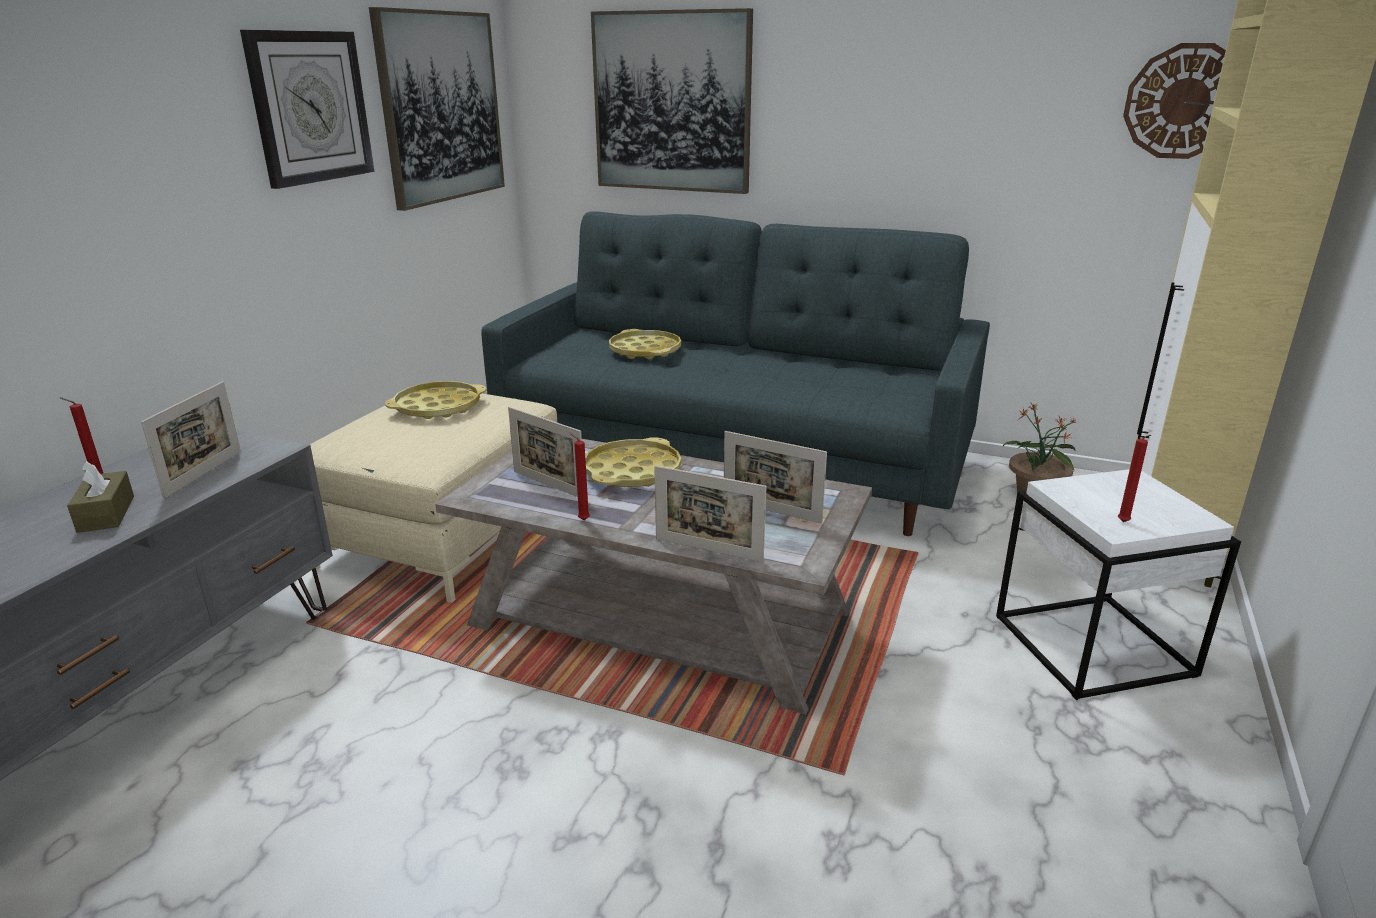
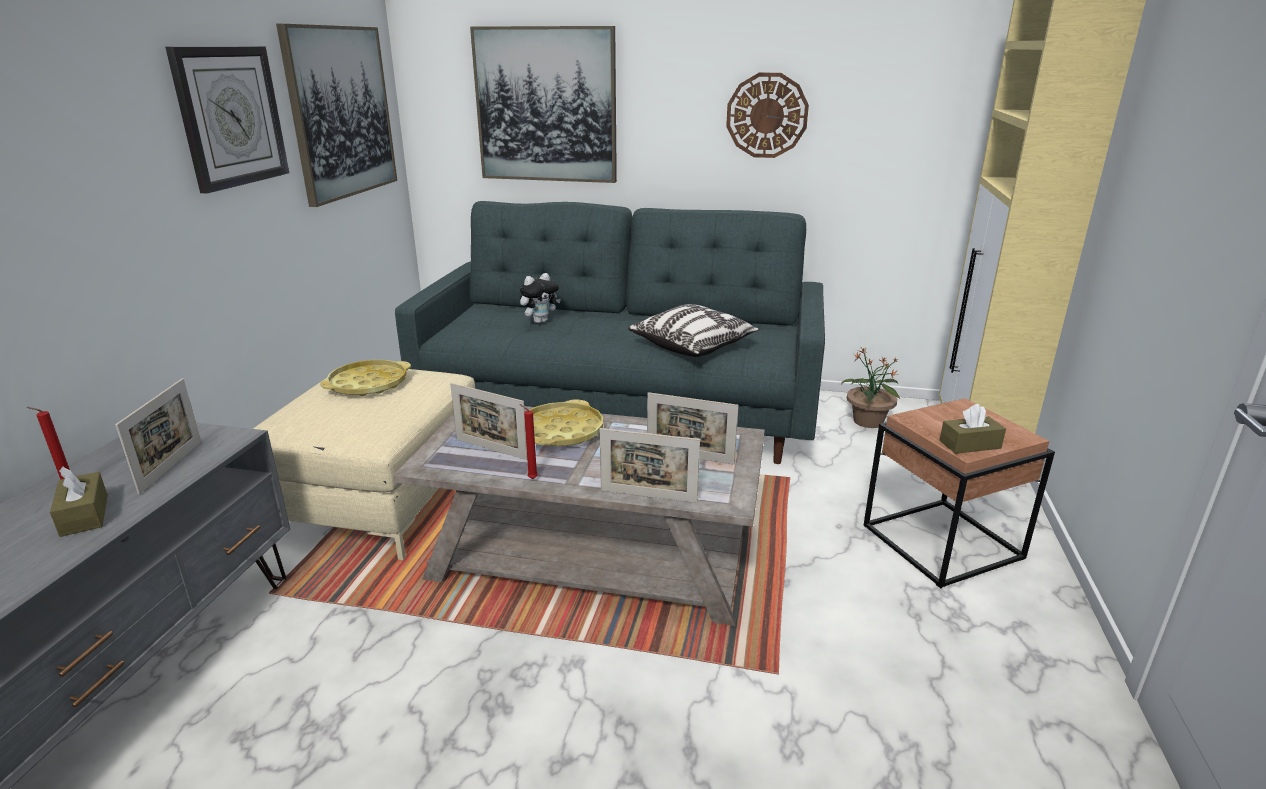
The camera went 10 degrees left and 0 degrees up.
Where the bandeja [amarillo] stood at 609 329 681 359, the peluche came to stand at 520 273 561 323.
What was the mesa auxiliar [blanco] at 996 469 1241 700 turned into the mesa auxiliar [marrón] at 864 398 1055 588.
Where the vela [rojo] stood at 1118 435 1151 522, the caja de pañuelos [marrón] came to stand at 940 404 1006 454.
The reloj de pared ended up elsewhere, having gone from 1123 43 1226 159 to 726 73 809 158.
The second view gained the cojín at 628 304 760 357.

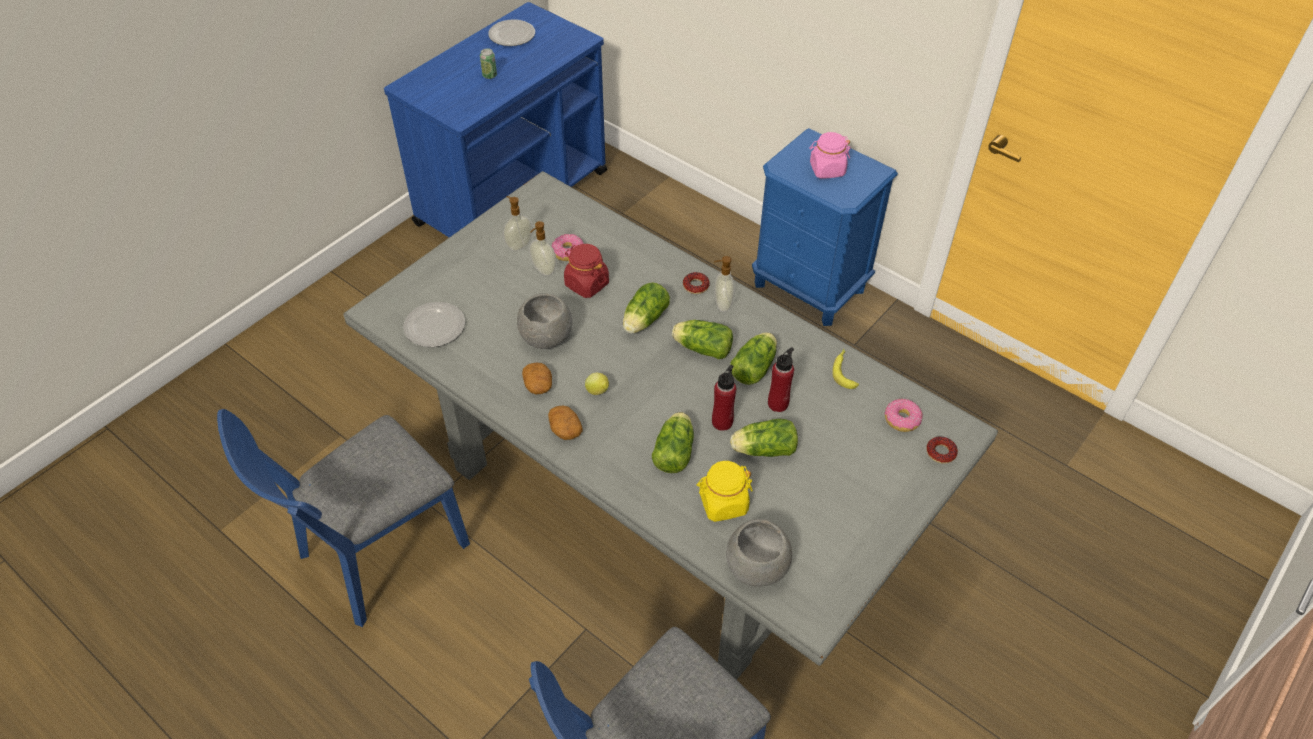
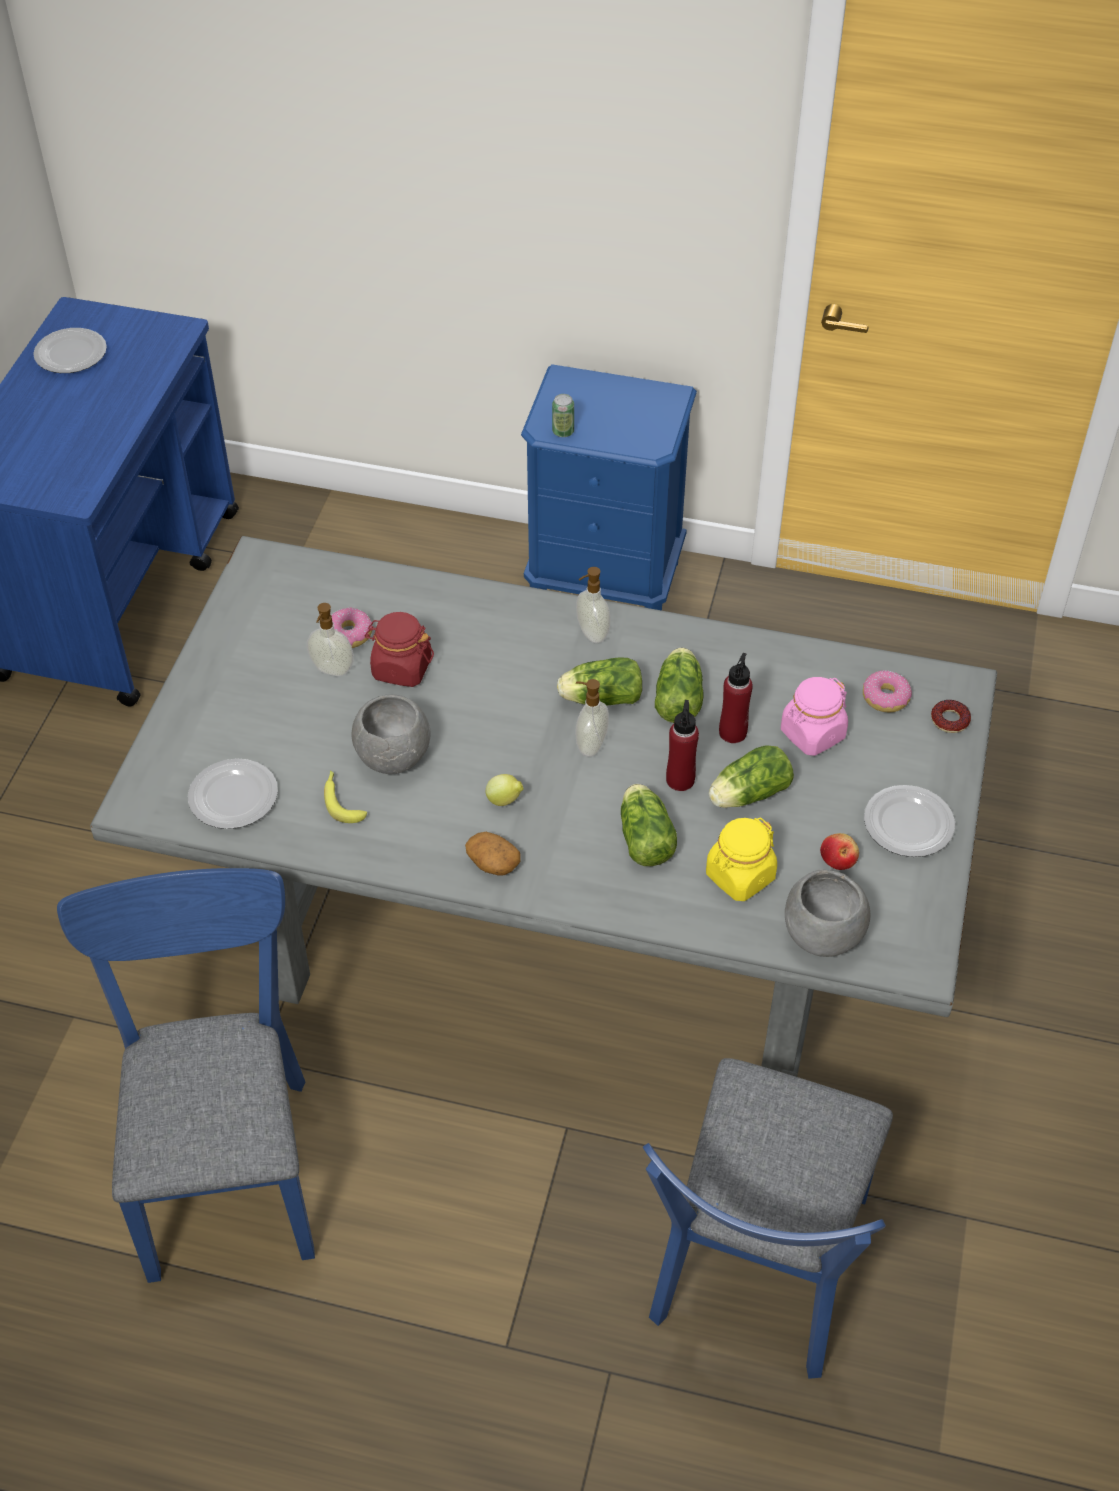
The camera went 25 degrees left and 0 degrees up.
The silla [azul] at 217 409 470 627 ended up facing another way, 150 degrees clockwise from before.
The lata ended up elsewhere, having gone from 480 48 497 79 to 552 394 574 437.
The dispensador de jabón ended up elsewhere, having gone from 503 196 533 251 to 576 679 609 757.
The second view lost the patata at 522 363 552 394.
The second view lost the lechuga at 623 283 670 333.
The second view lost the rosquilla at 683 272 710 294.
The tarro [rosa] ended up elsewhere, having gone from 809 132 851 179 to 781 677 848 756.
The plátano ended up elsewhere, having gone from 832 349 859 389 to 324 770 367 823.
The second view gained the manzana at 820 833 859 870.
The second view gained the plato at 864 785 955 857.

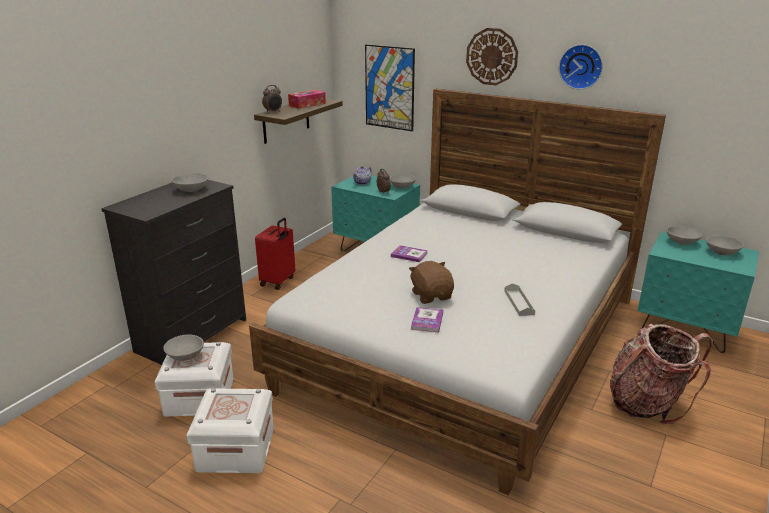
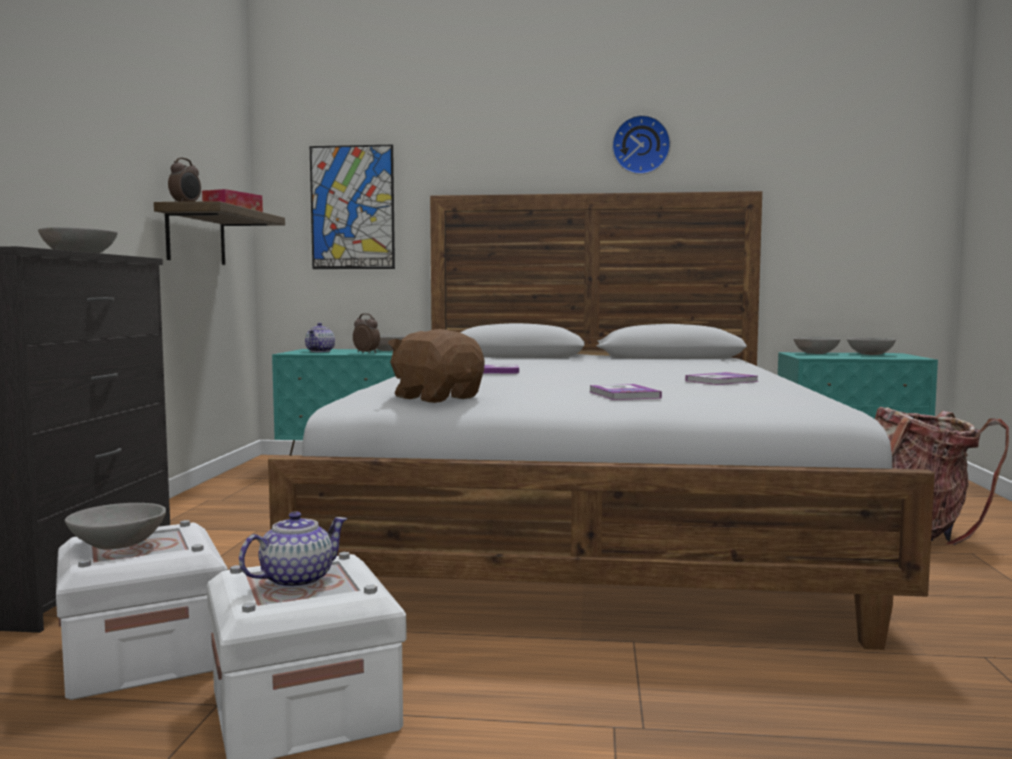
The camera went 25 degrees left and 20 degrees down.
The second view lost the maleta [rojo] at 255 218 295 290.
The peluche [marrón] ended up elsewhere, having gone from 409 261 454 304 to 388 329 485 403.
The second view lost the reloj de pared at 466 28 518 85.
Where the bandeja [gris] stood at 504 283 535 316, the libro came to stand at 685 372 758 385.
The second view gained the tetera at 239 511 347 589.

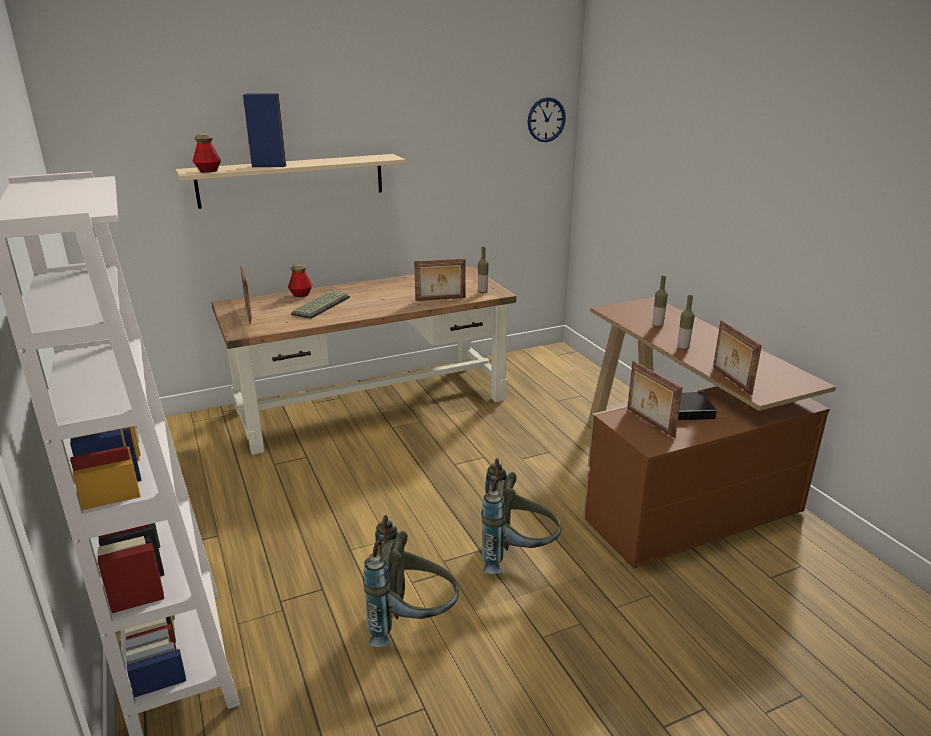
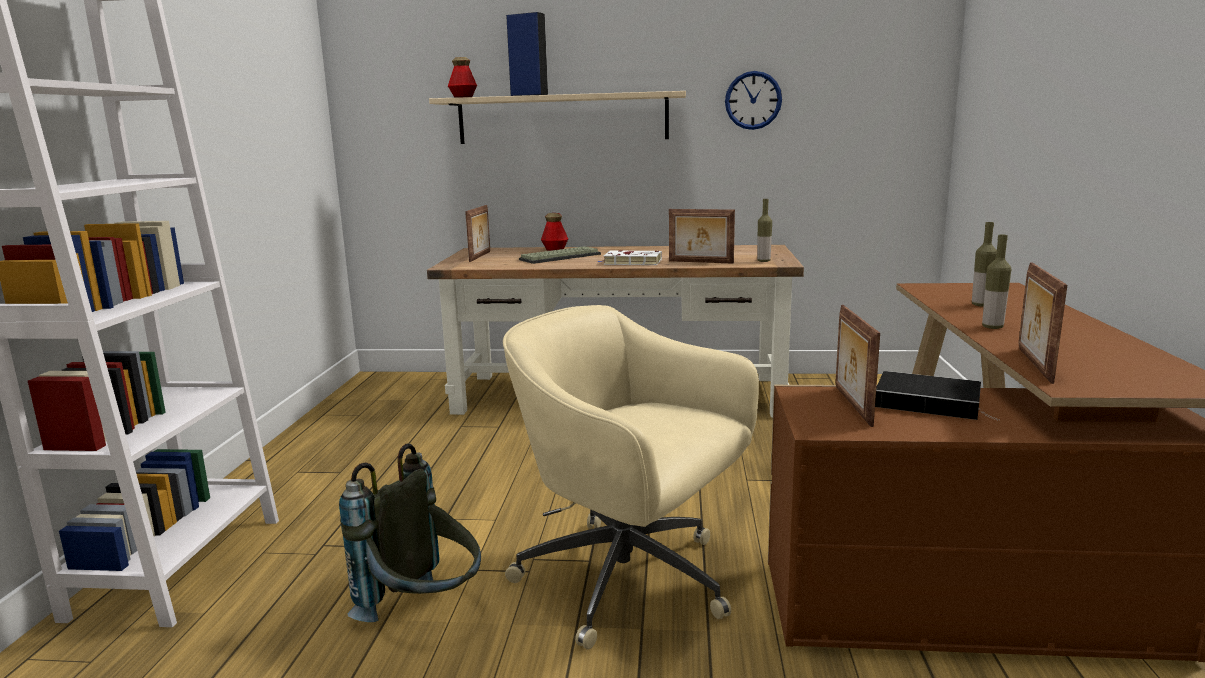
The camera went 30 degrees right and 10 degrees down.
Where the mochila [gris] stood at 482 458 561 574, the silla de oficina [beis] came to stand at 503 305 759 650.
The reloj de pared ended up elsewhere, having gone from 528 97 566 142 to 725 71 782 130.
The second view gained the libro [blanco] at 598 250 662 265.

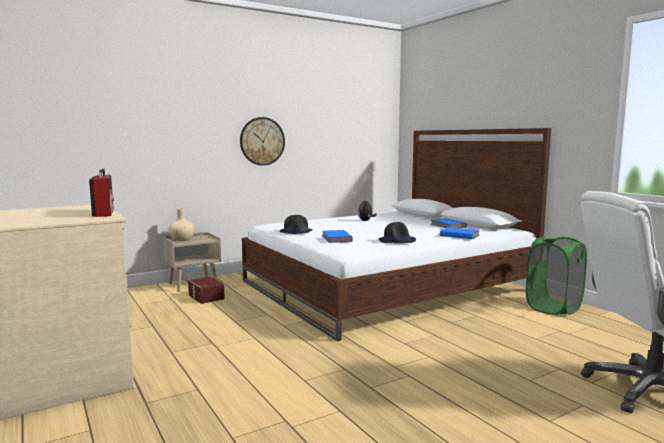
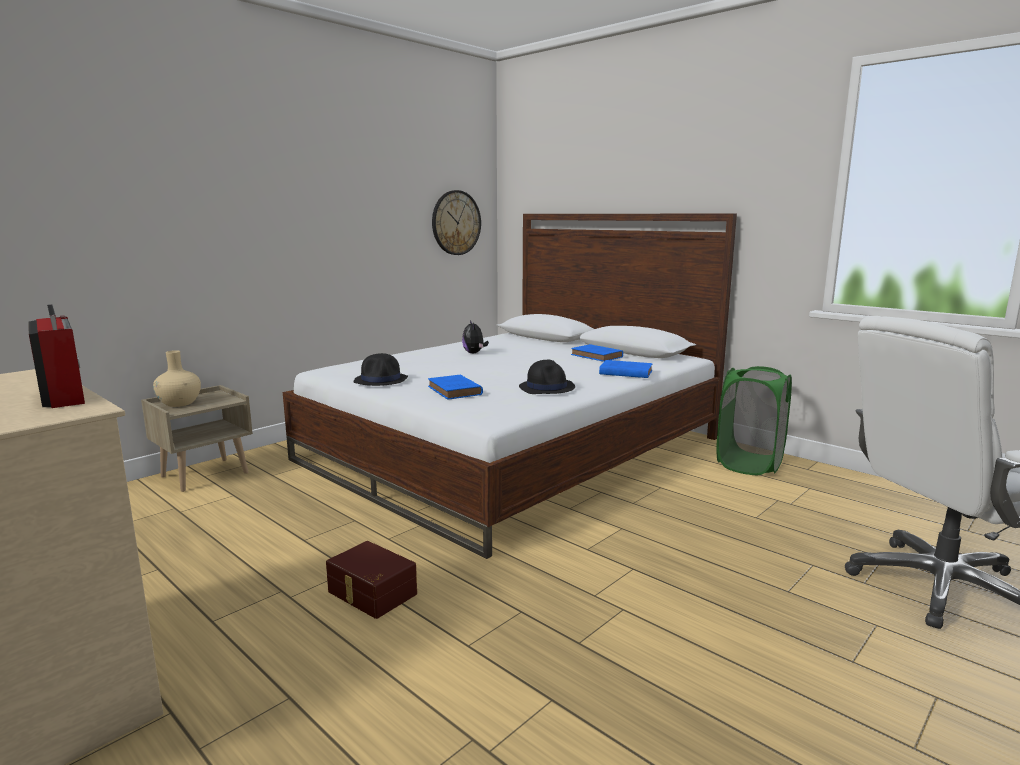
The camera went 15 degrees left and 5 degrees up.
The caja de almacenaje [marrón] ended up elsewhere, having gone from 188 276 225 304 to 326 541 417 619.
The reloj de pared ended up elsewhere, having gone from 240 117 285 166 to 432 190 481 255.

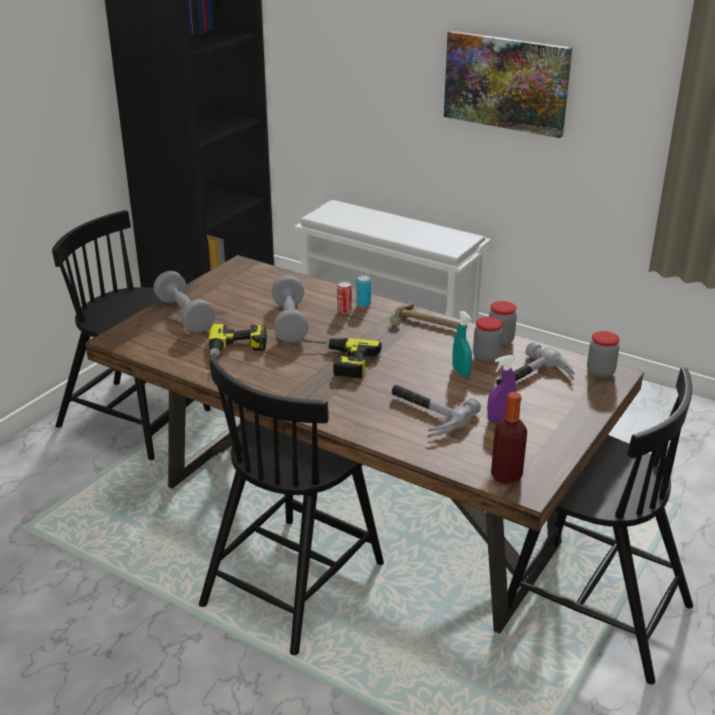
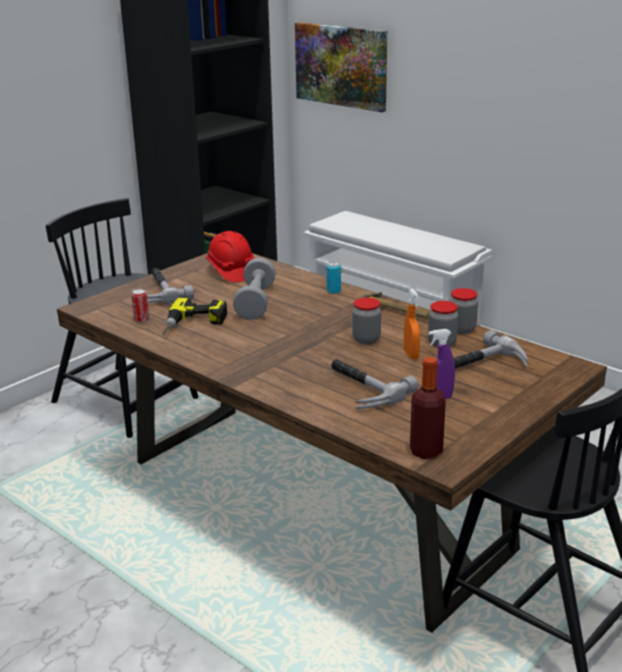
The camera went 10 degrees right and 5 degrees down.
Where the mancuerna [gris] stood at 153 271 215 333, the martillo came to stand at 147 268 194 304.
The second view lost the silla [negro] at 199 359 384 655.
The second view lost the taladro at 302 338 382 378.
The lata ended up elsewhere, having gone from 337 281 352 314 to 131 289 149 323.
The cuadro ended up elsewhere, having gone from 444 31 573 138 to 295 22 387 112.
What was the pulverizador [turquesa] at 452 310 472 377 turned into the pulverizador [naranja] at 404 289 420 359.
The tarro ended up elsewhere, having gone from 587 331 620 378 to 352 298 381 344.
The second view gained the casco [rojo] at 206 231 254 282.

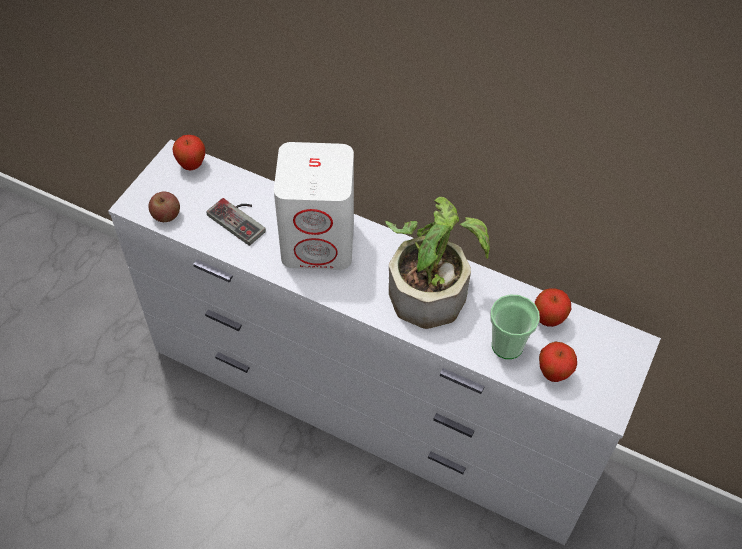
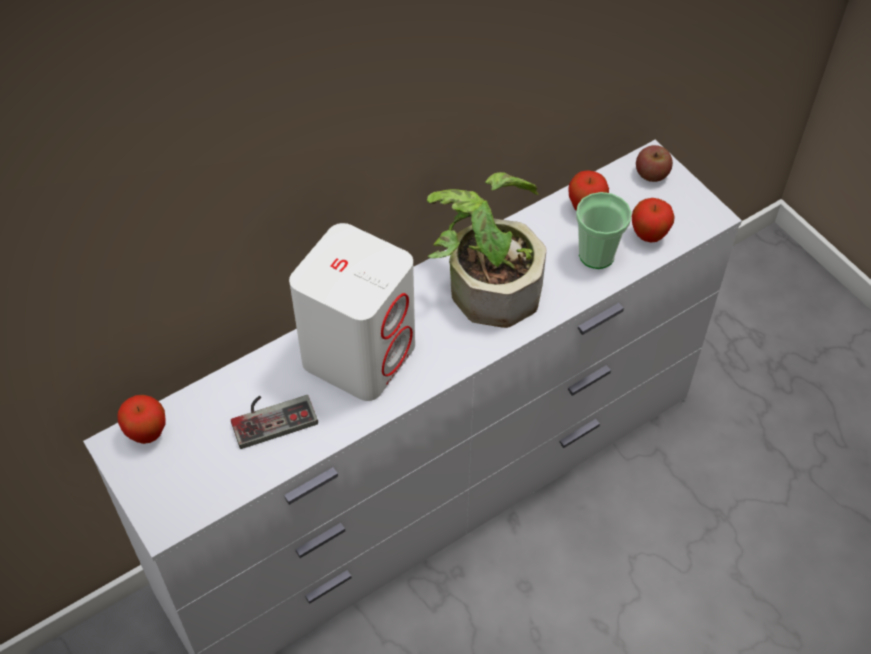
The camera went 60 degrees left and 0 degrees up.
The manzana ended up elsewhere, having gone from 148 191 180 222 to 636 145 673 182.

